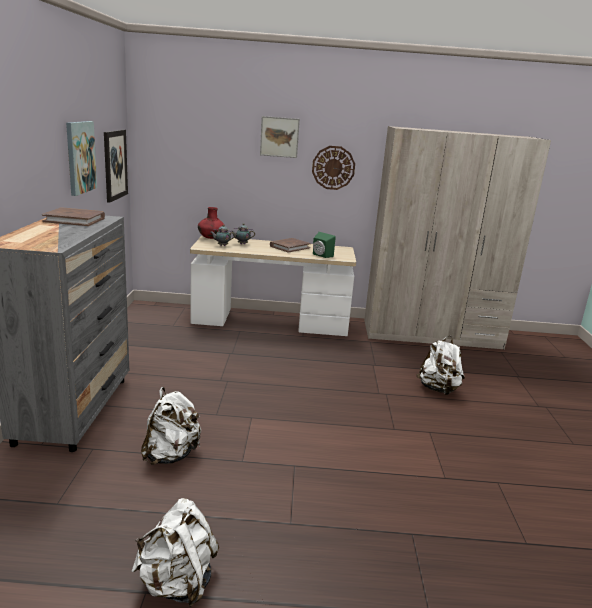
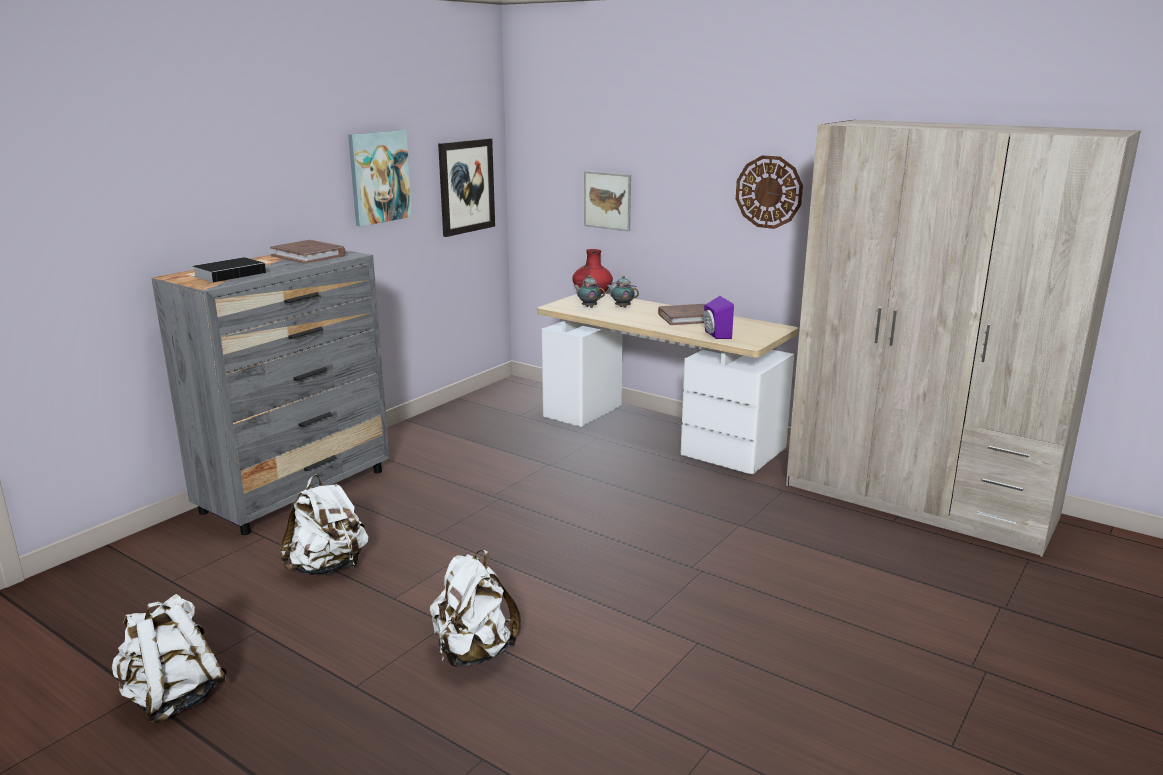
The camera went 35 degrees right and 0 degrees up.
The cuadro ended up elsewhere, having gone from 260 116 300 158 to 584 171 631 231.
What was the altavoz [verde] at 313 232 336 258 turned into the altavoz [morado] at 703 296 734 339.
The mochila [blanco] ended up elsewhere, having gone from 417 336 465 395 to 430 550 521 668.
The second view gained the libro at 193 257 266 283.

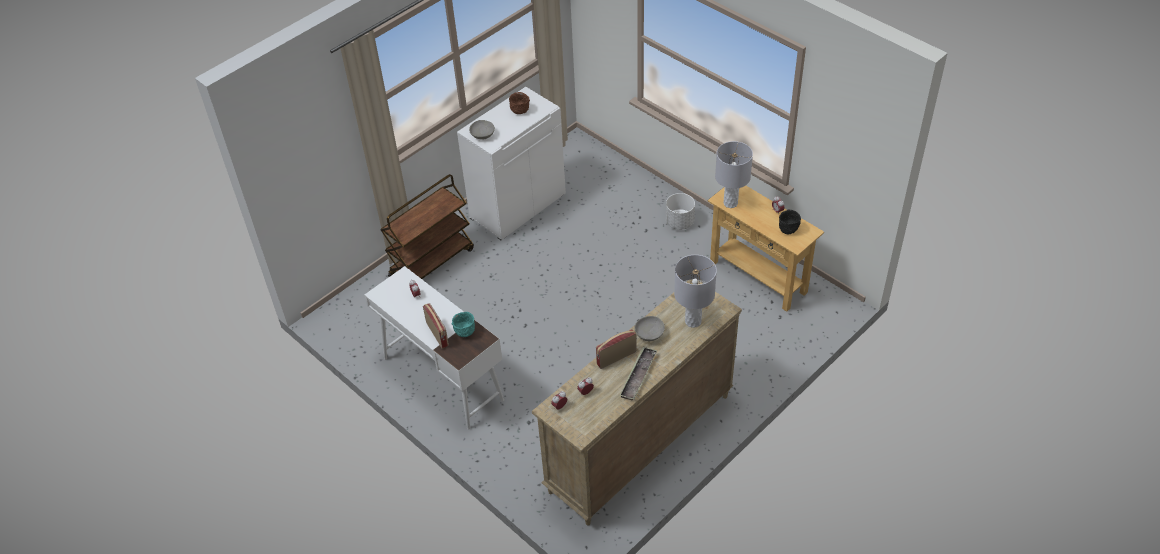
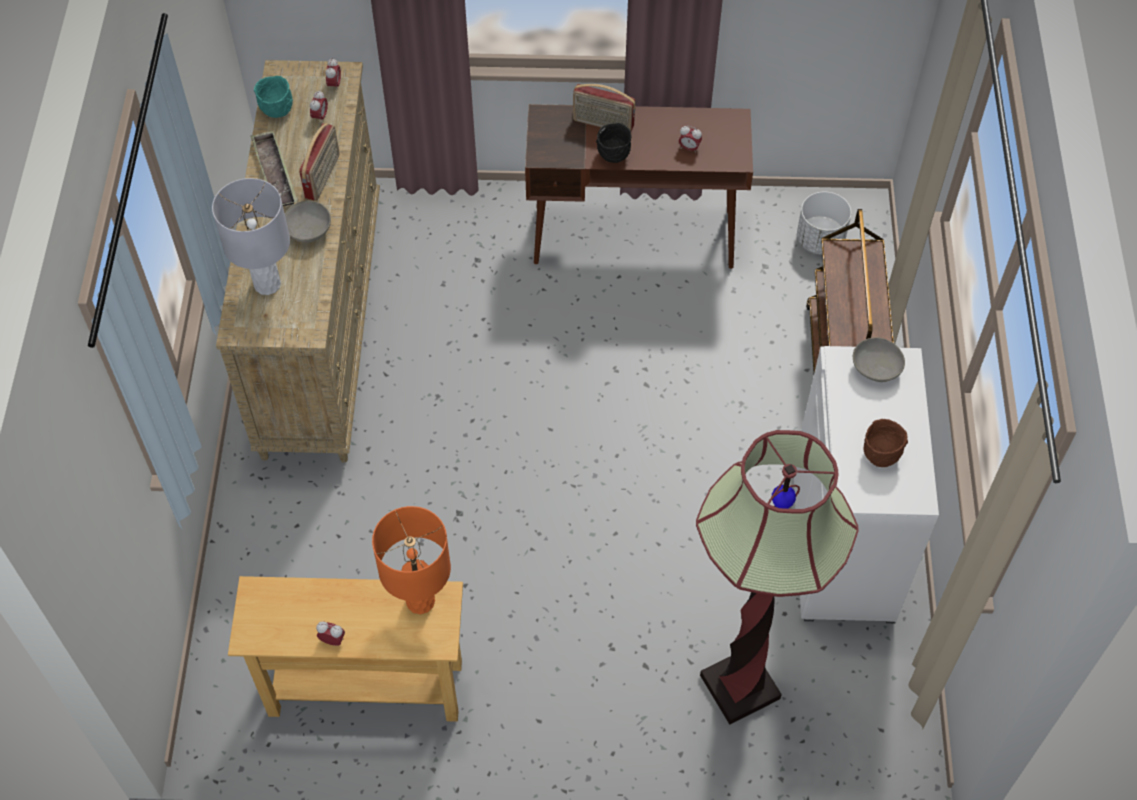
The camera went 135 degrees right and 10 degrees up.
What was the escritorio [blanco] at 364 266 504 430 turned into the escritorio [marrón] at 525 104 753 269.
The cuenco [turquesa] ended up elsewhere, having gone from 452 312 475 337 to 254 76 293 118.
The maceta [blanco] ended up elsewhere, having gone from 666 193 695 230 to 797 192 851 255.
What was the lámpara de mesa [gris] at 715 141 753 208 turned into the lámpara de mesa [naranja] at 372 506 451 614.
The cuenco [negro] ended up elsewhere, having gone from 779 210 801 234 to 596 123 632 163.
The second view gained the lámpara de pie at 696 430 859 725.

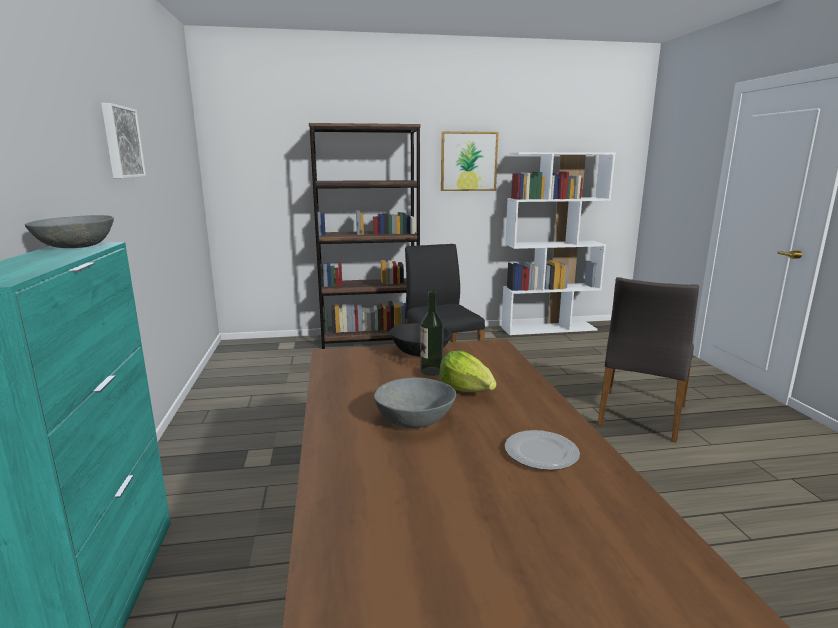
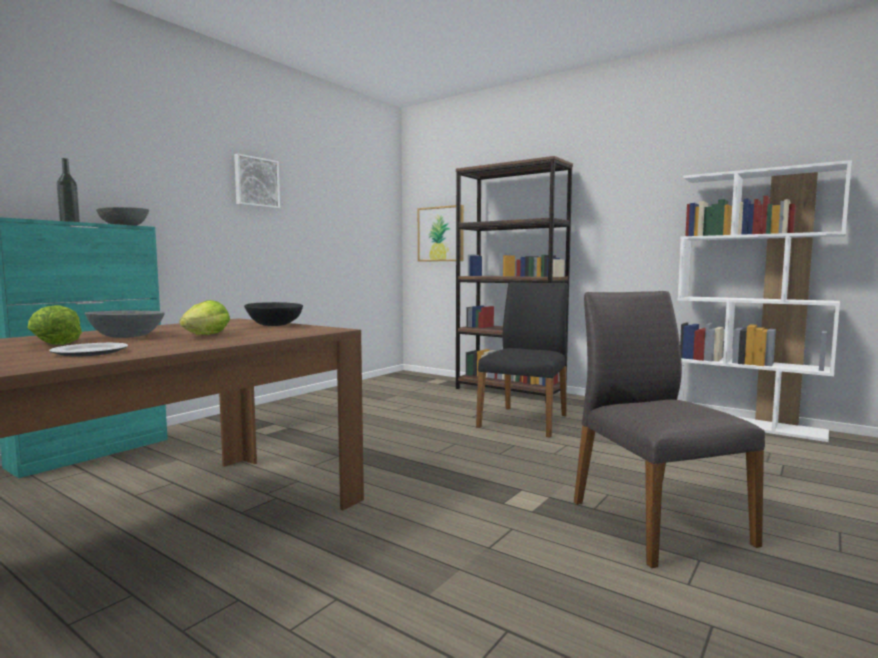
The camera went 45 degrees right and 10 degrees down.
The botella ended up elsewhere, having gone from 420 291 444 376 to 57 158 80 222.
The cuadro ended up elsewhere, having gone from 441 131 498 191 to 418 205 464 262.
The silla [gris] at 598 277 699 443 ended up facing another way, 90 degrees clockwise from before.
The second view gained the lechuga at 28 305 82 345.

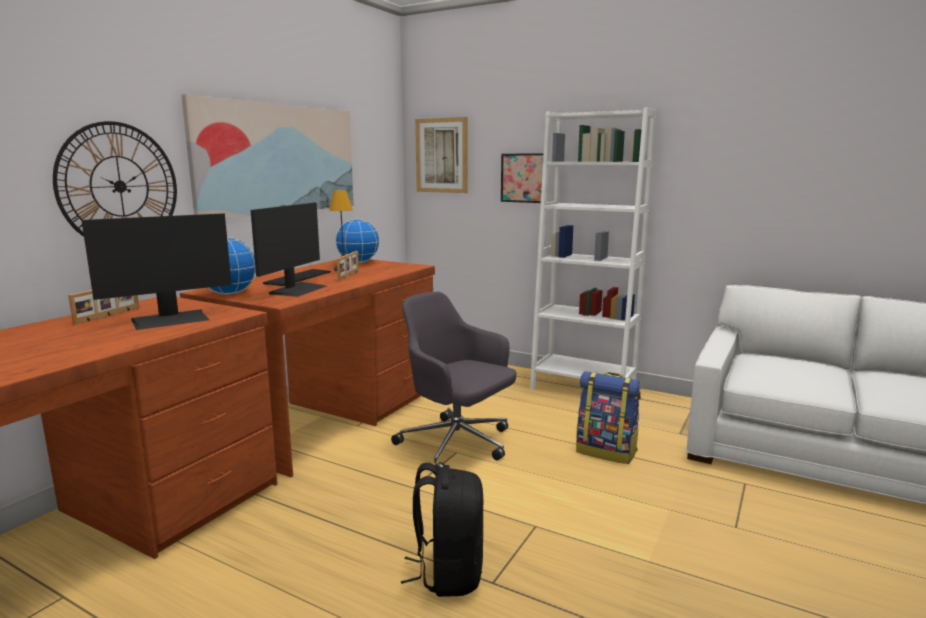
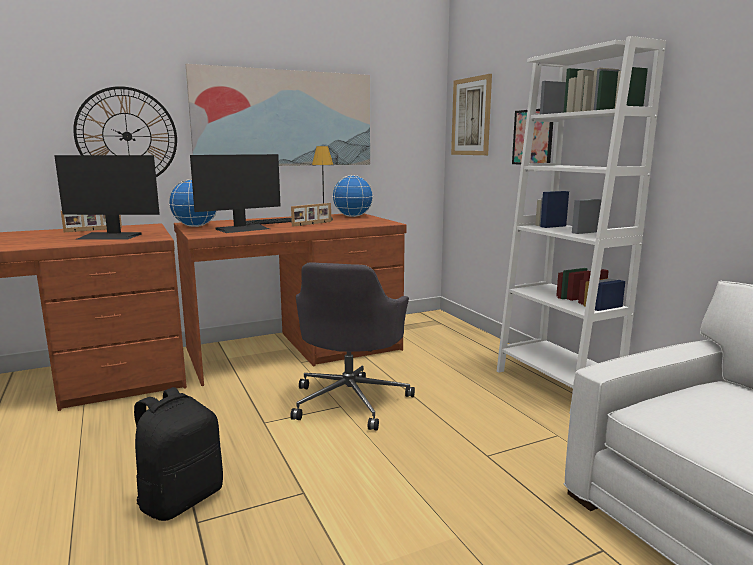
The camera went 35 degrees right and 0 degrees up.
The silla de oficina [gris] at 391 291 516 476 ended up facing another way, 150 degrees counterclockwise from before.
The second view lost the mochila at 576 371 641 464.

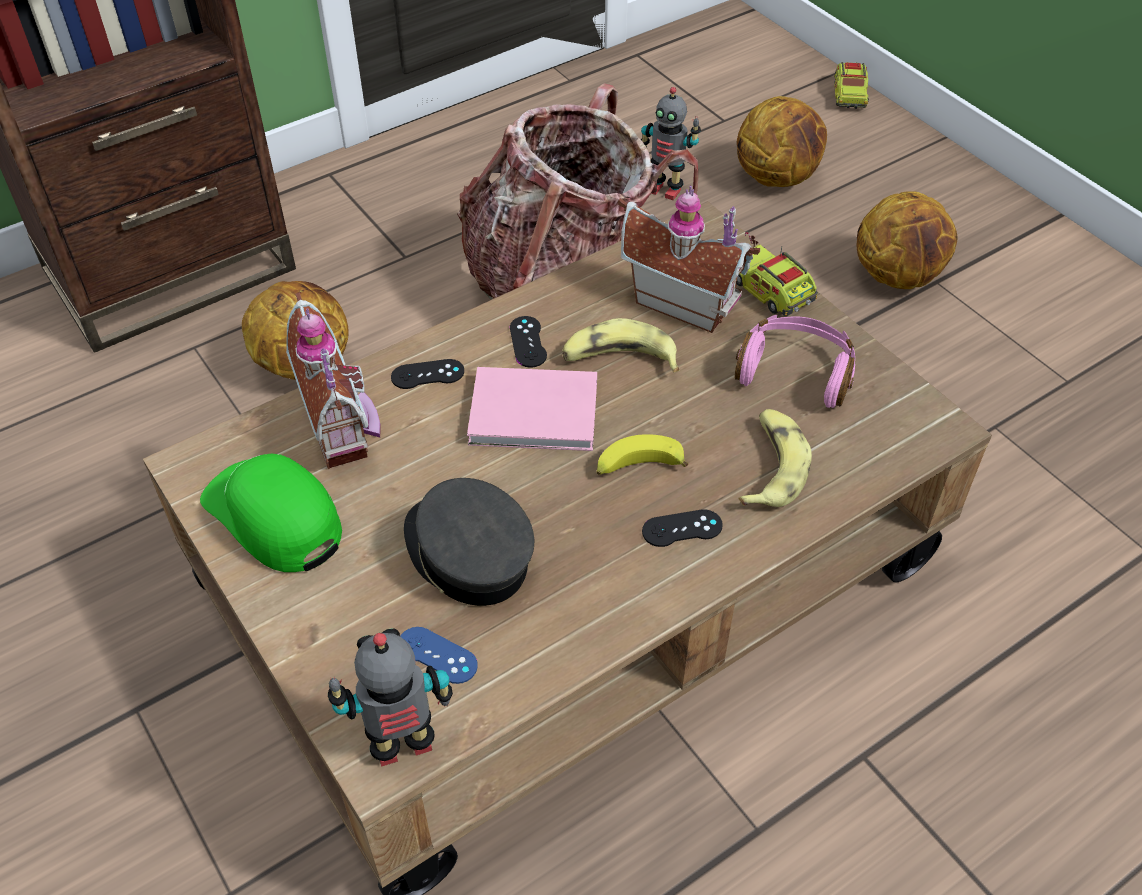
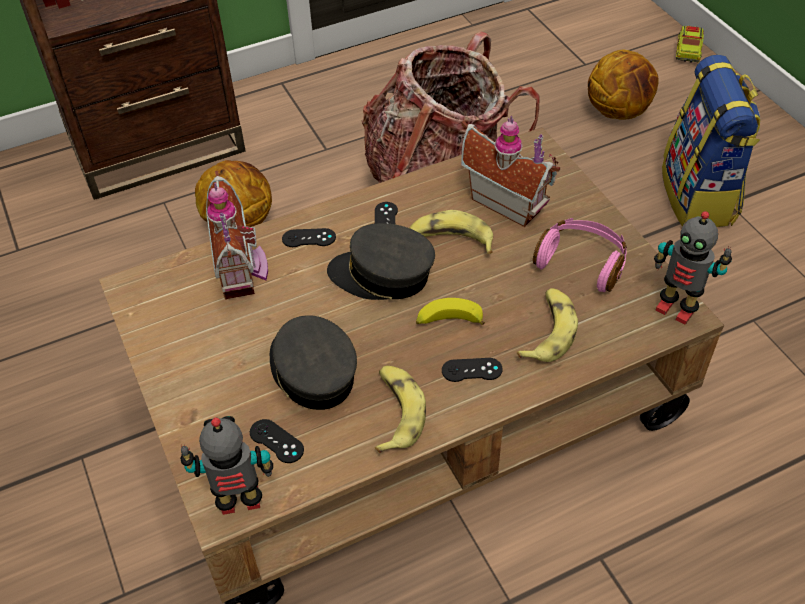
The camera went 10 degrees right and 0 degrees up.
The second view lost the gorra [verde] at 200 453 342 572.
What was the mando de consola [azul] at 400 627 478 684 turned into the mando de consola [negro] at 250 419 304 463.
Where the libro [rosa] stood at 467 367 597 451, the gorra [gris] came to stand at 327 223 435 300.
The robot de juguete ended up elsewhere, having gone from 641 87 701 200 to 654 211 732 325.
The second view lost the camión de juguete at 737 245 818 316.
Where the balón de baloncesto stood at 856 191 958 289, the mochila came to stand at 662 55 760 227.
The second view gained the plátano at 375 366 426 453.

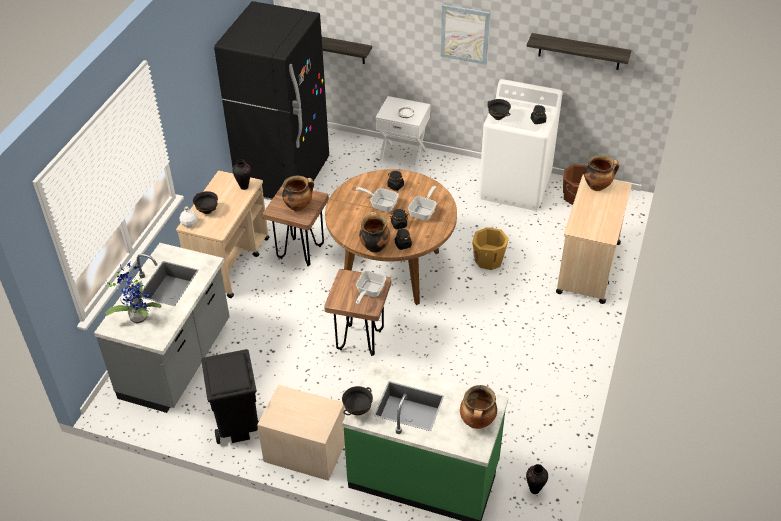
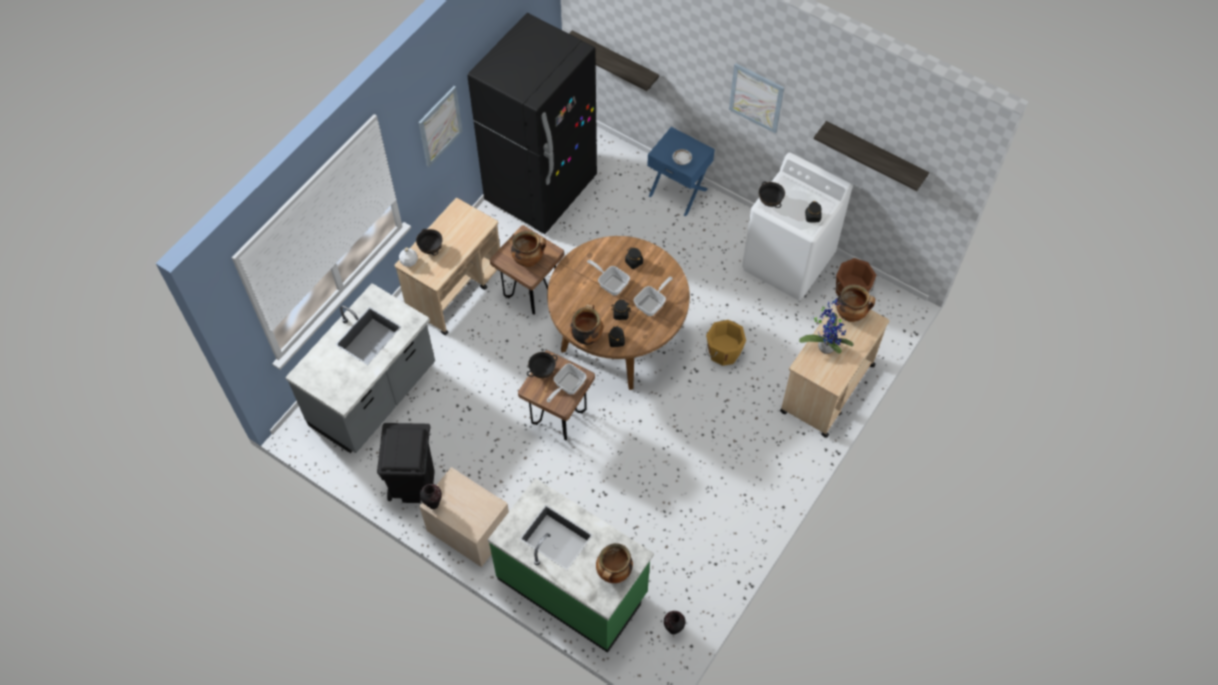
The camera went 15 degrees right and 15 degrees up.
The planta en maceta ended up elsewhere, having gone from 103 262 161 324 to 799 298 854 354.
The florero ended up elsewhere, having gone from 233 159 251 190 to 420 484 442 509.
The cuenco [negro] ended up elsewhere, having gone from 342 386 373 415 to 527 352 557 378.
What was the mesita de noche [blanco] at 375 96 430 172 turned into the mesita de noche [azul] at 647 127 715 216.
The second view gained the cuadro at 418 86 463 167.

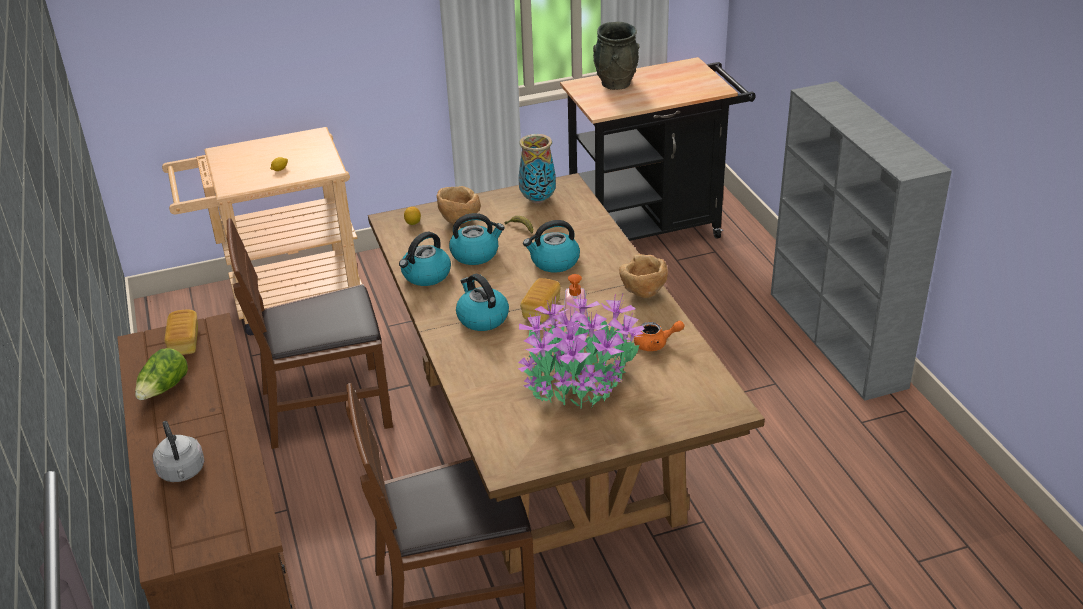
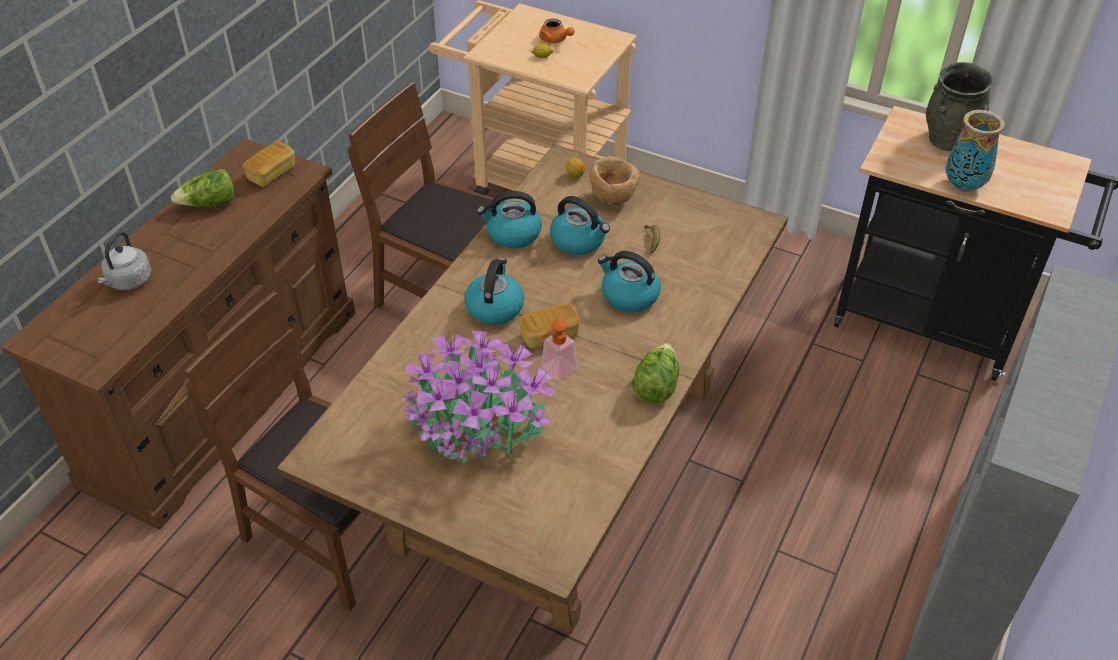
The camera went 45 degrees right and 10 degrees up.
The florero ended up elsewhere, having gone from 518 134 556 204 to 945 110 1005 192.
Where the cuenco [marrón] stood at 619 254 668 298, the lechuga came to stand at 632 343 679 404.
The tetera [naranja] ended up elsewhere, having gone from 634 321 684 351 to 539 18 575 43.

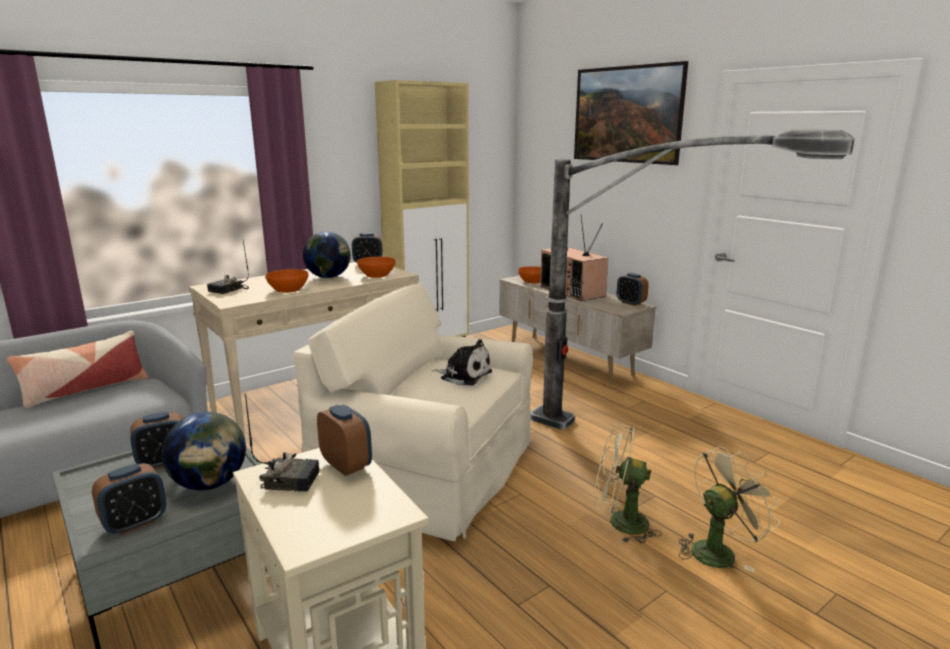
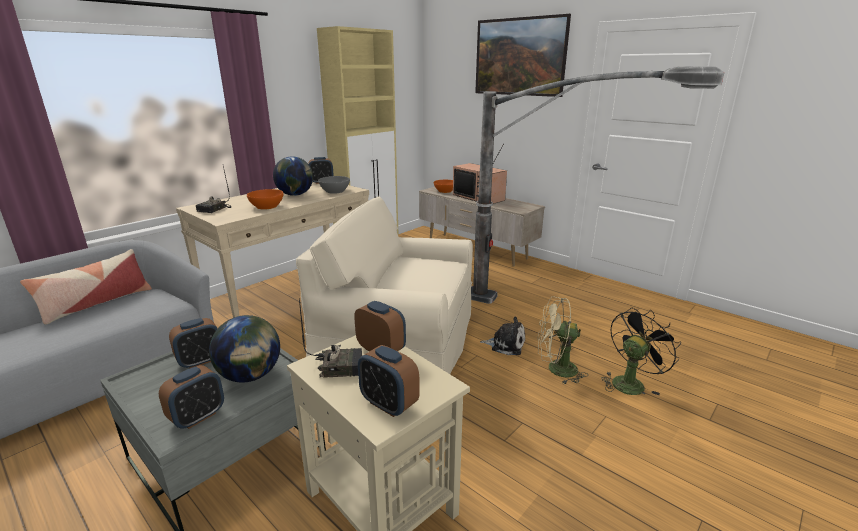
The camera went 10 degrees left and 5 degrees up.
What was the cuenco [naranja] at 357 257 396 278 turned into the cuenco [gris] at 318 176 350 194.
The peluche ended up elsewhere, having gone from 432 339 492 385 to 480 317 525 355.
The despertador ended up elsewhere, having gone from 617 273 649 306 to 358 345 420 417.
What was the ventilador [beis] at 679 446 780 572 turned into the ventilador [negro] at 602 308 681 395.

